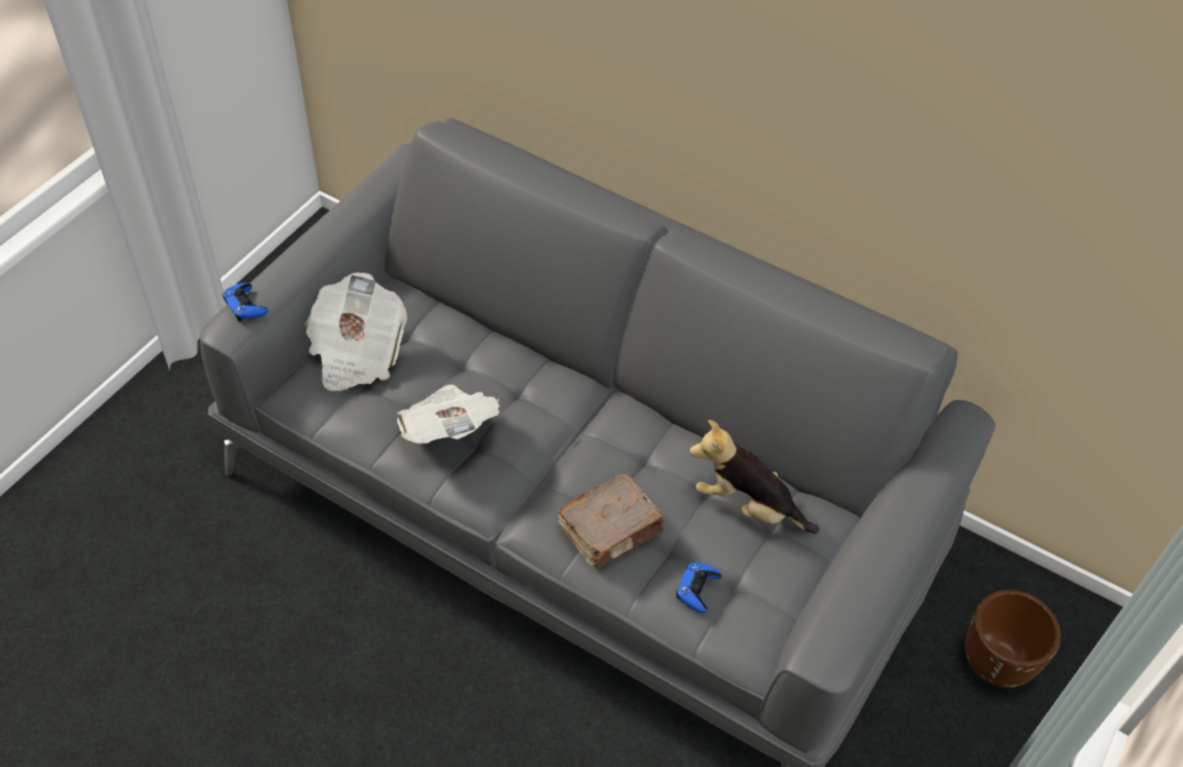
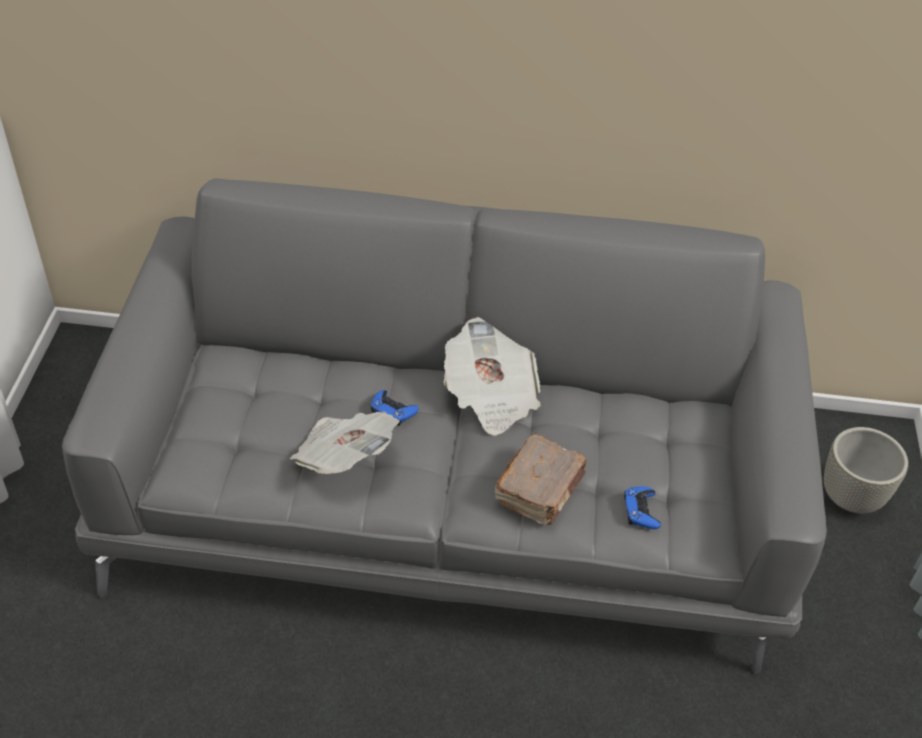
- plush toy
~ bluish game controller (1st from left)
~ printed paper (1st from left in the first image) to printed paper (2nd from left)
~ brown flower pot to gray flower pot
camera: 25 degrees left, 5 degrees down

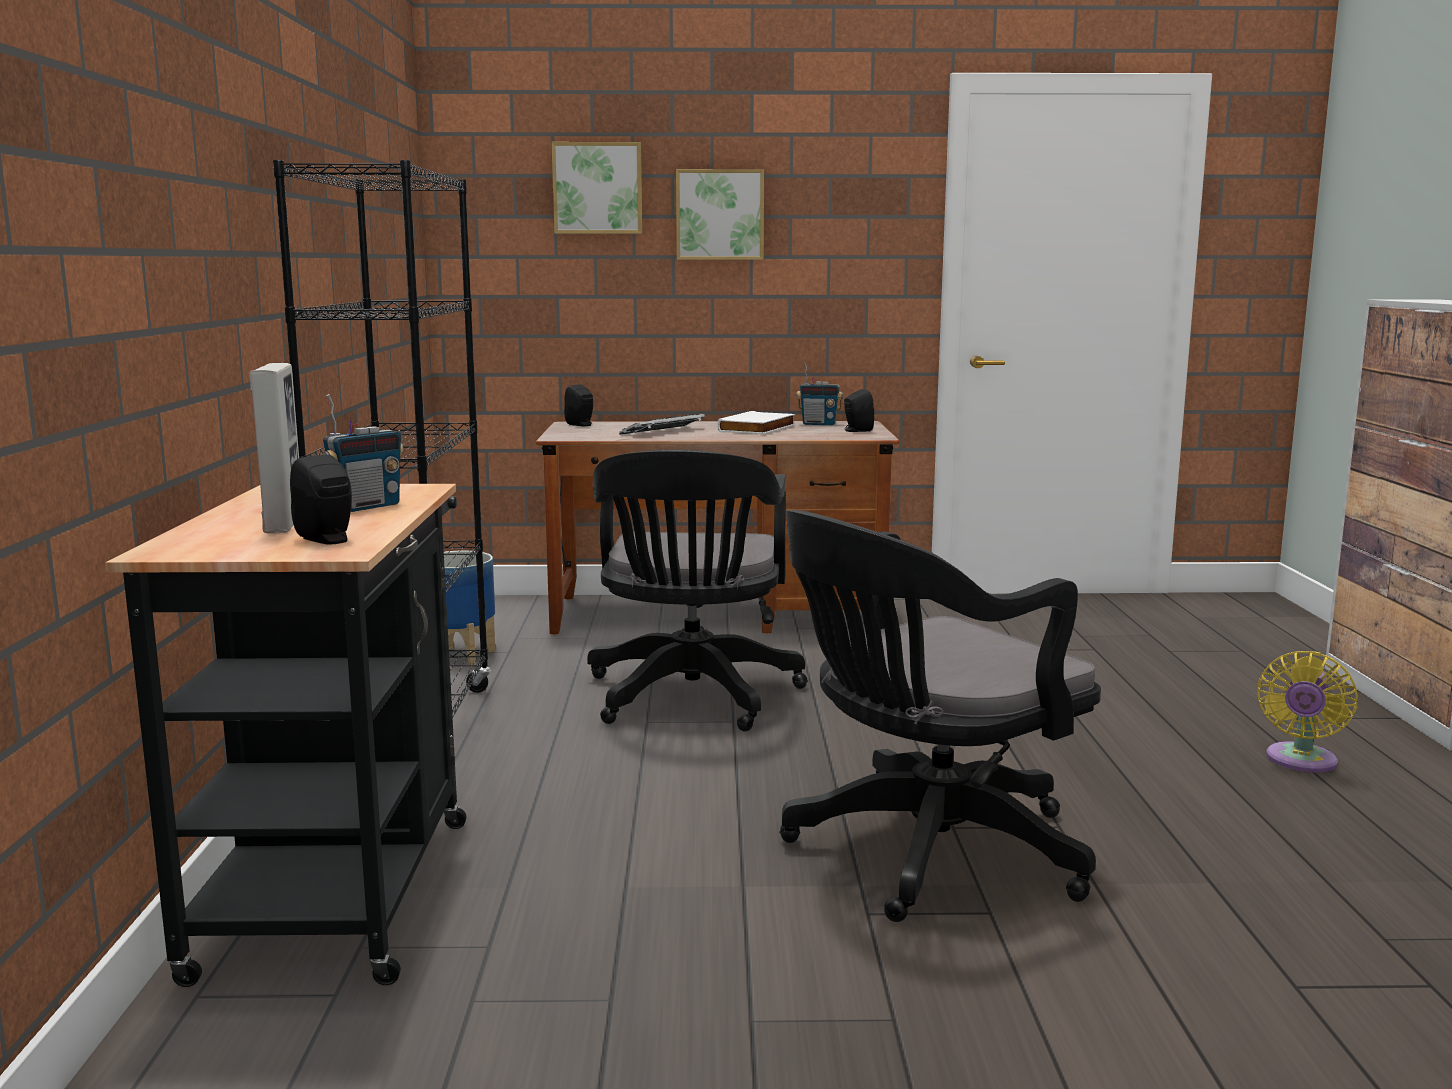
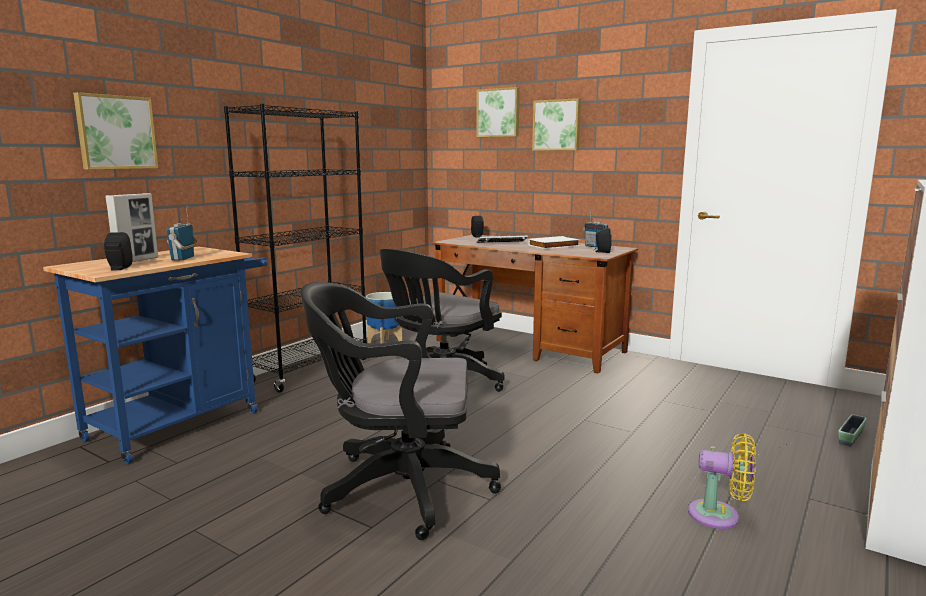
+ wall art (1st from left)
+ flower pot (2nd from left)
~ black-coloured trolley to bluish trolley
~ radio set (1st from left) 105 degrees clockwise
~ yellow cooling fan 135 degrees counterclockwise
camera: 35 degrees right, 0 degrees up

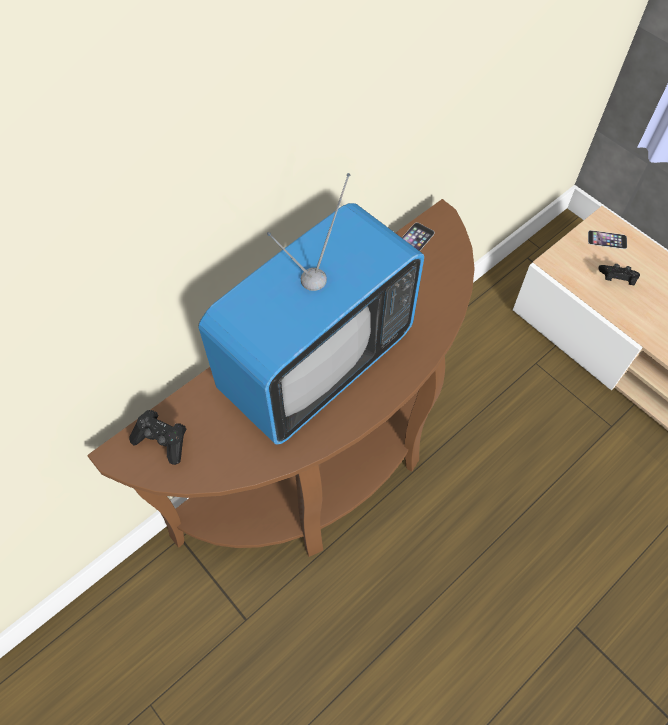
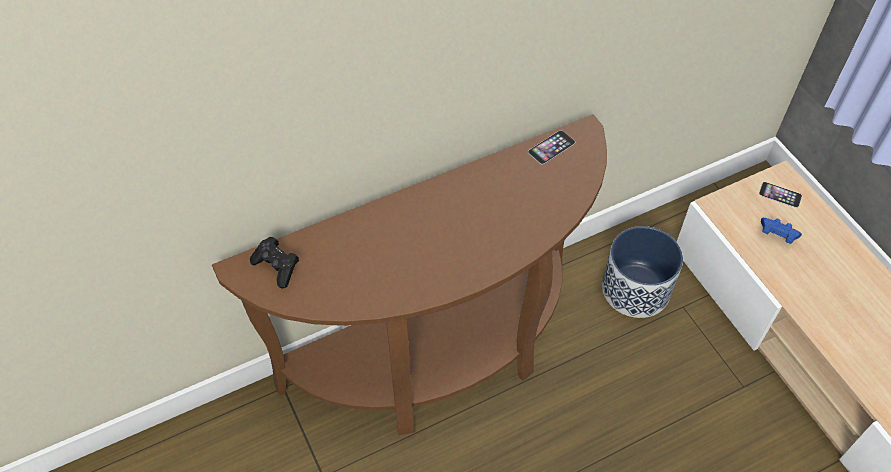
- TV
+ flower pot
~ black-coloured game controller (2nd from left) to bluish game controller
camera: 15 degrees right, 5 degrees down

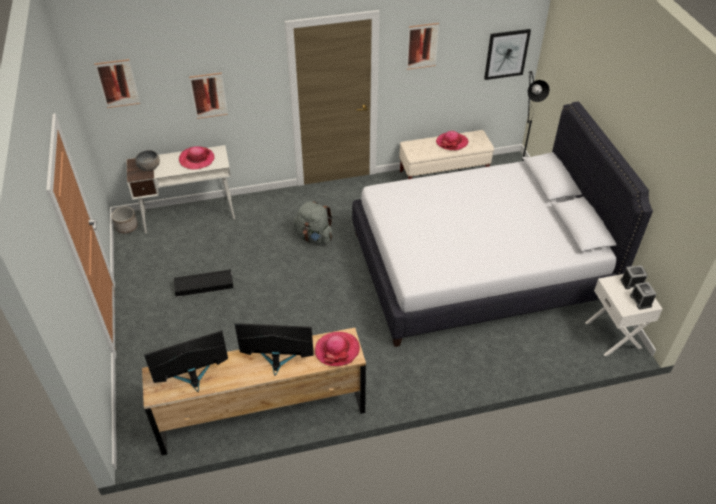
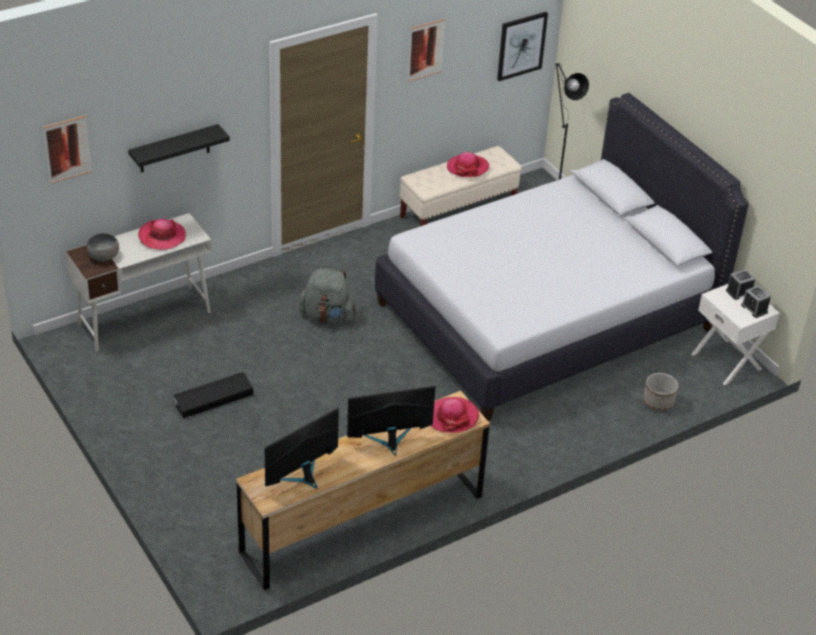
~ flower pot
~ wall art (2nd from left) to black-coloured bracket shelf
camera: 20 degrees left, 5 degrees down

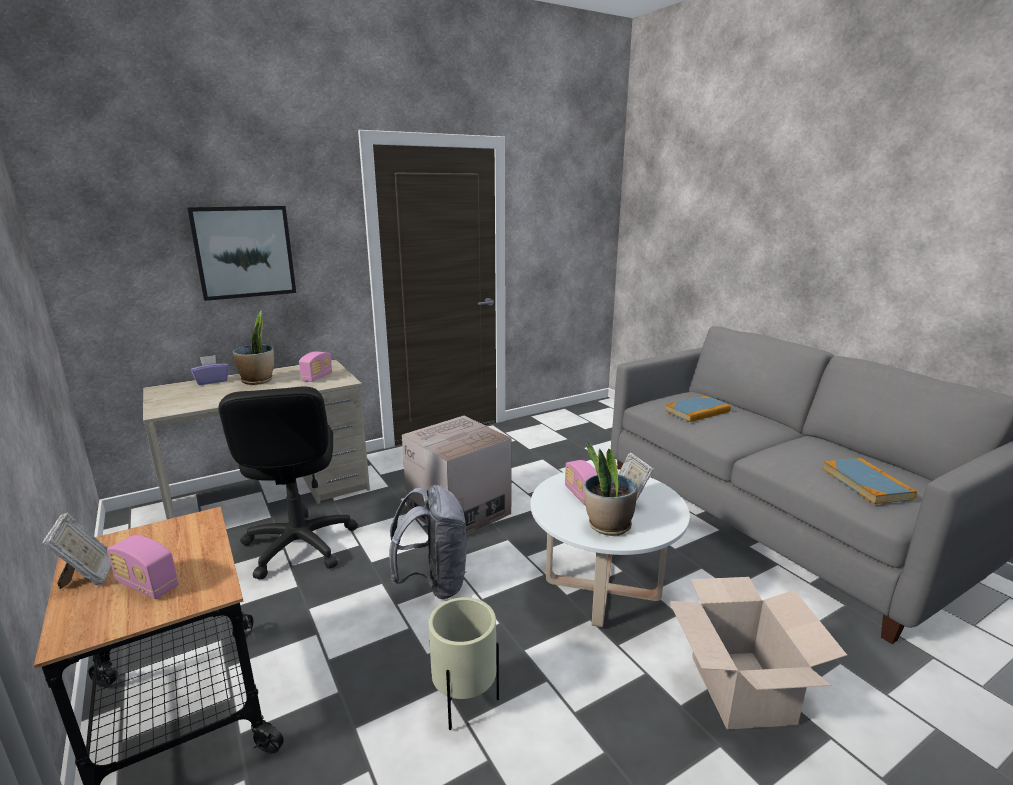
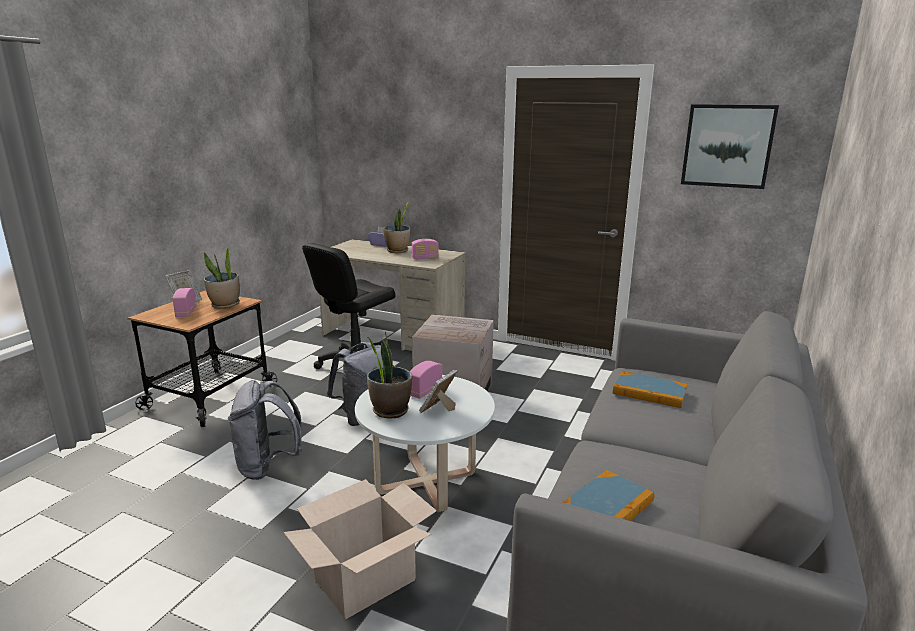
+ potted plant (1st from left)
~ wall art
~ beige-coloured flower pot to gray backpack (1st from left)
camera: 55 degrees right, 0 degrees up

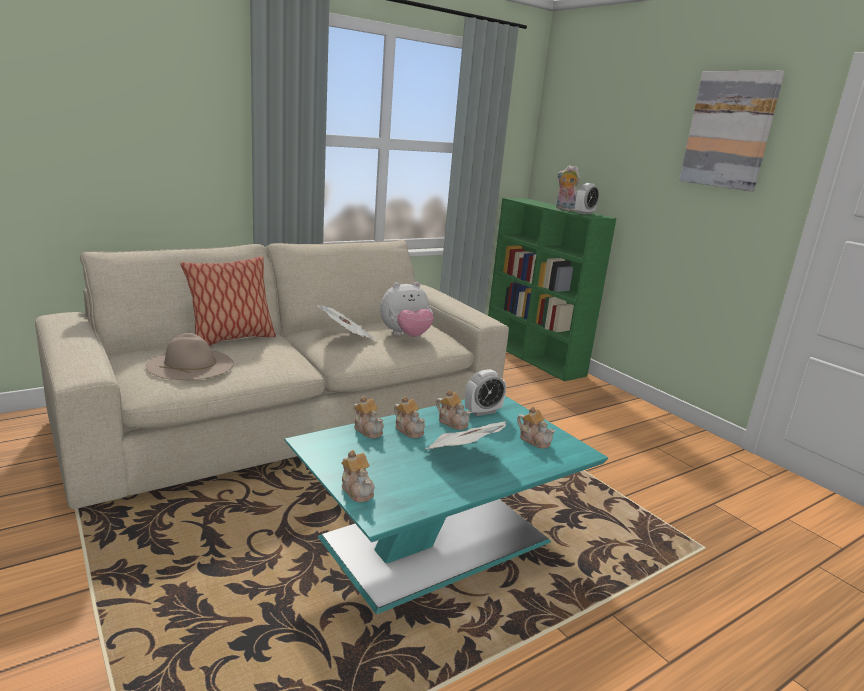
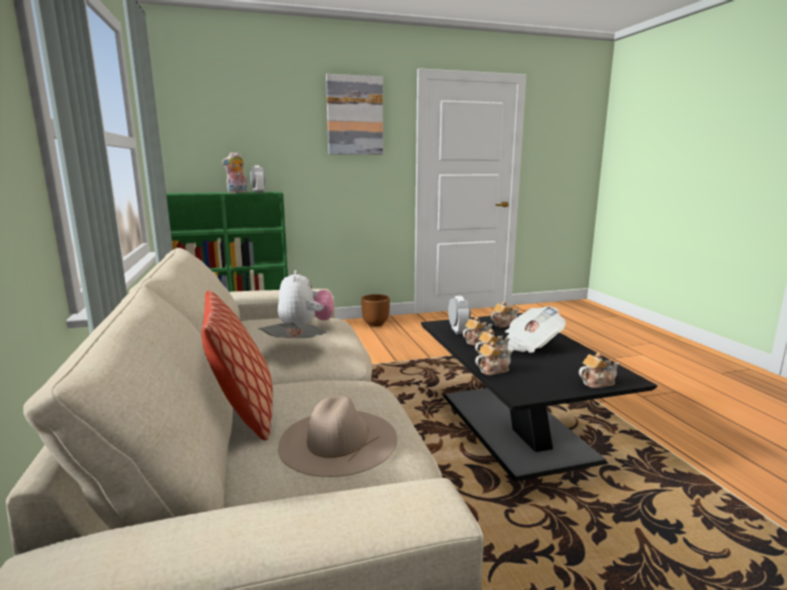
+ brown flower pot
~ turquoise-coloured coffee table to black-coloured coffee table
camera: 70 degrees left, 5 degrees down

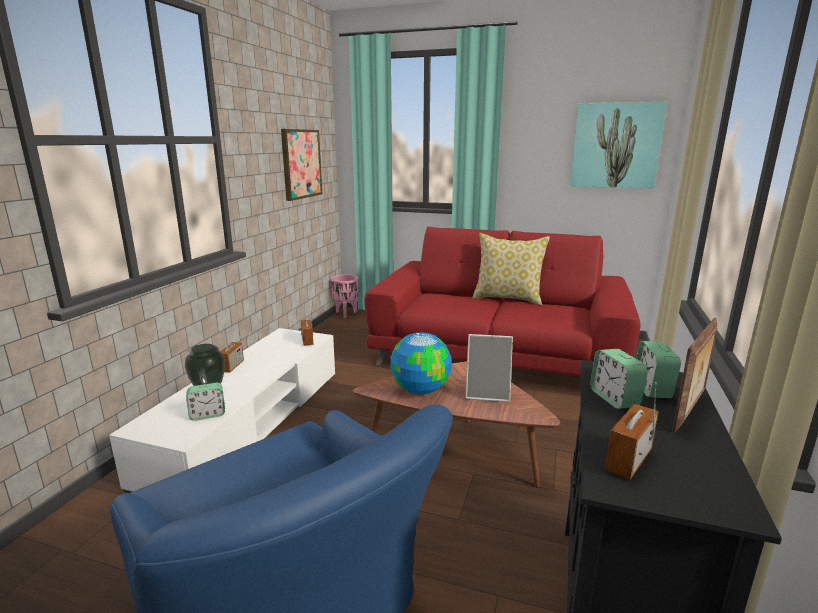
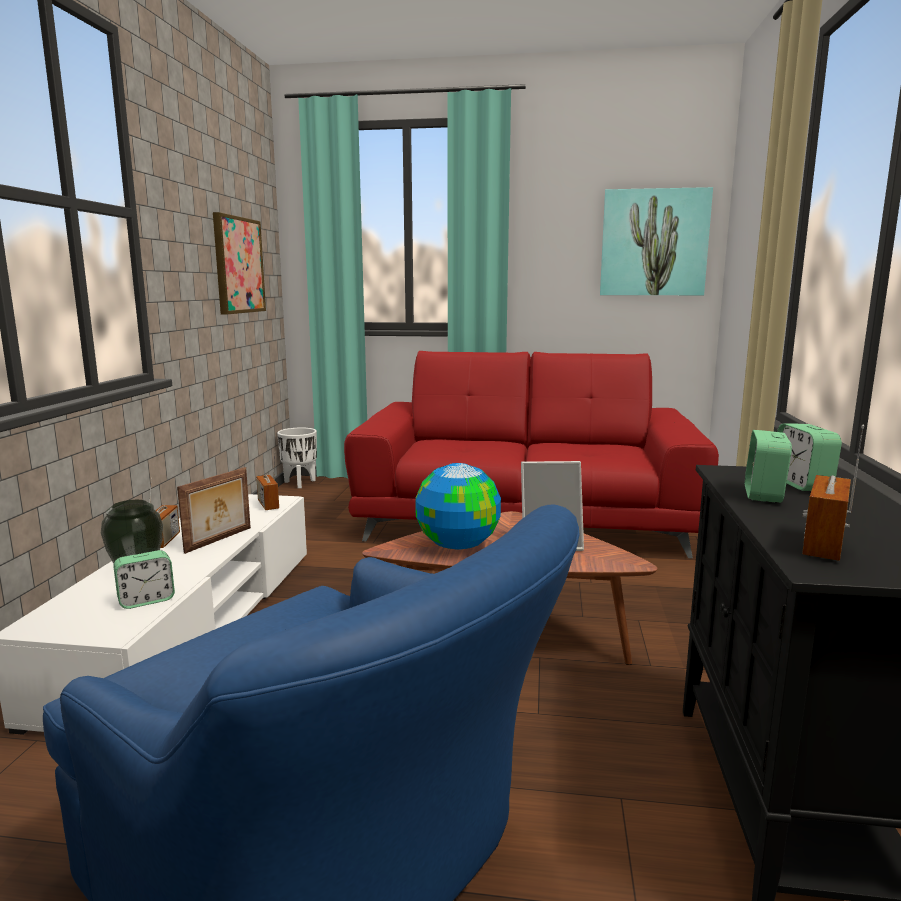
- cushion
~ picture frame (2nd from left in the first image) to picture frame (1st from left)
~ pink-coloured flower pot to white-coloured flower pot
~ alarm clock (2nd from left) 45 degrees clockwise
camera: 10 degrees left, 5 degrees down

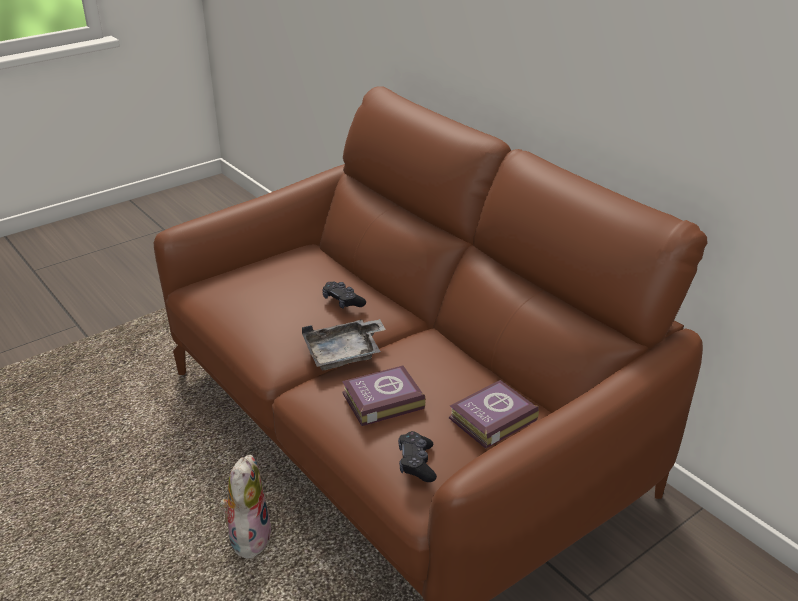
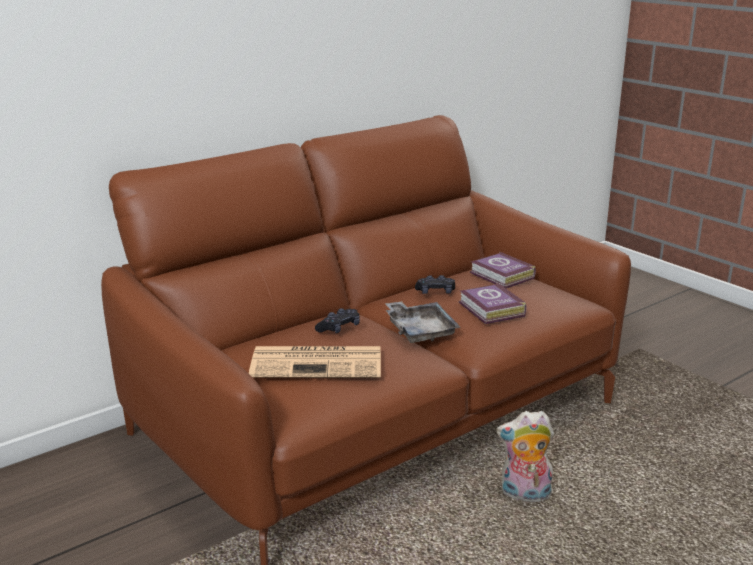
+ printed paper
~ black-coloured game controller (2nd from left)
camera: 90 degrees left, 10 degrees down

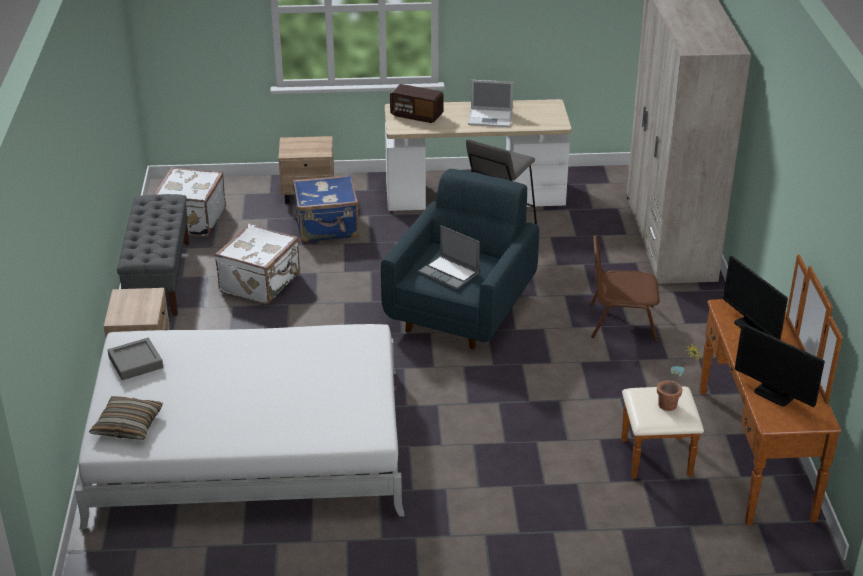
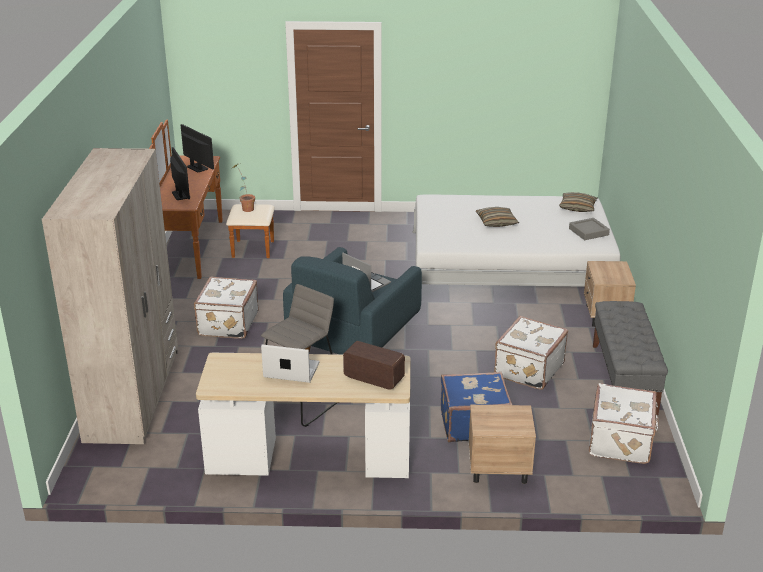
+ cushion (1st from left)
~ brown chair to white-coloured piece of luggage (1st from left)
camera: 175 degrees left, 5 degrees down

